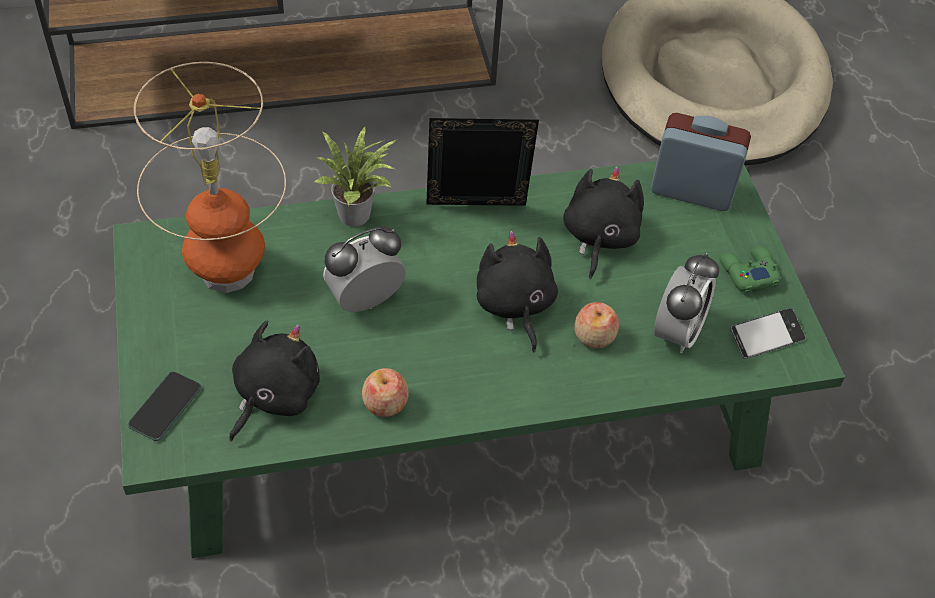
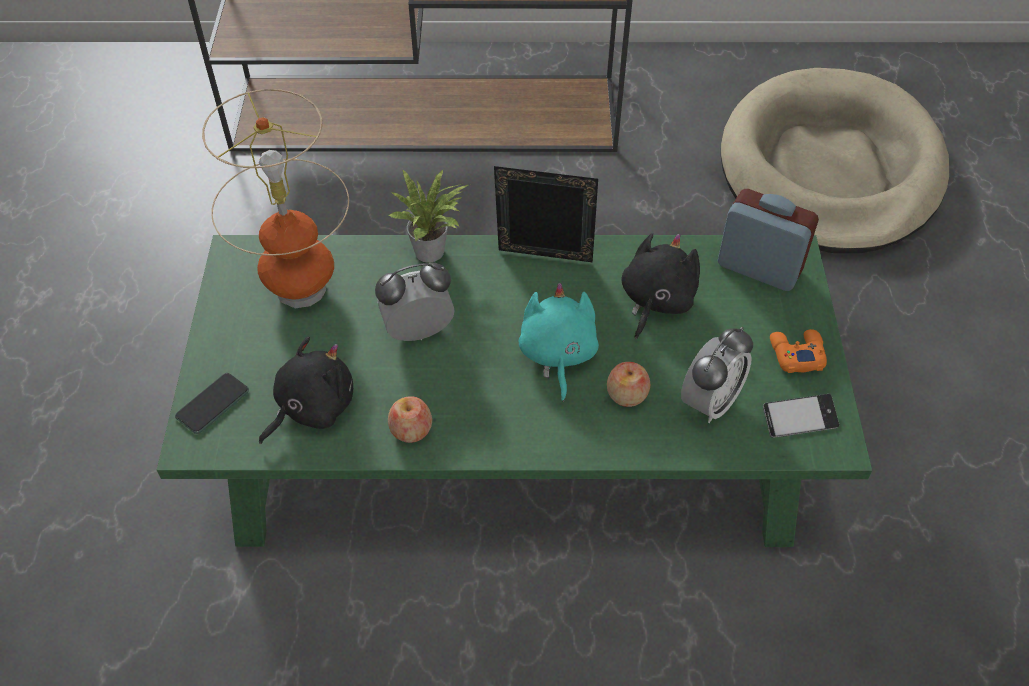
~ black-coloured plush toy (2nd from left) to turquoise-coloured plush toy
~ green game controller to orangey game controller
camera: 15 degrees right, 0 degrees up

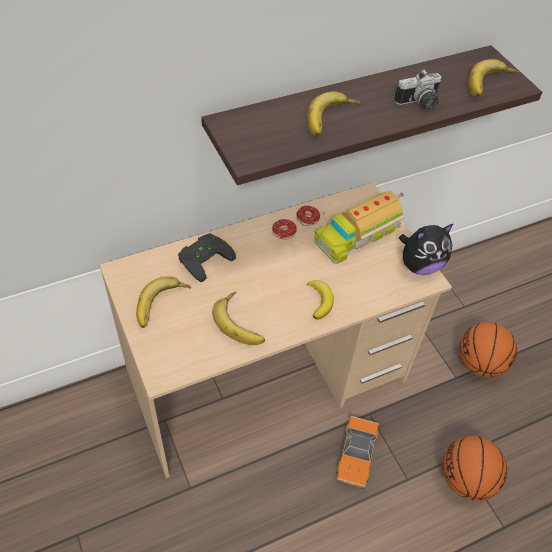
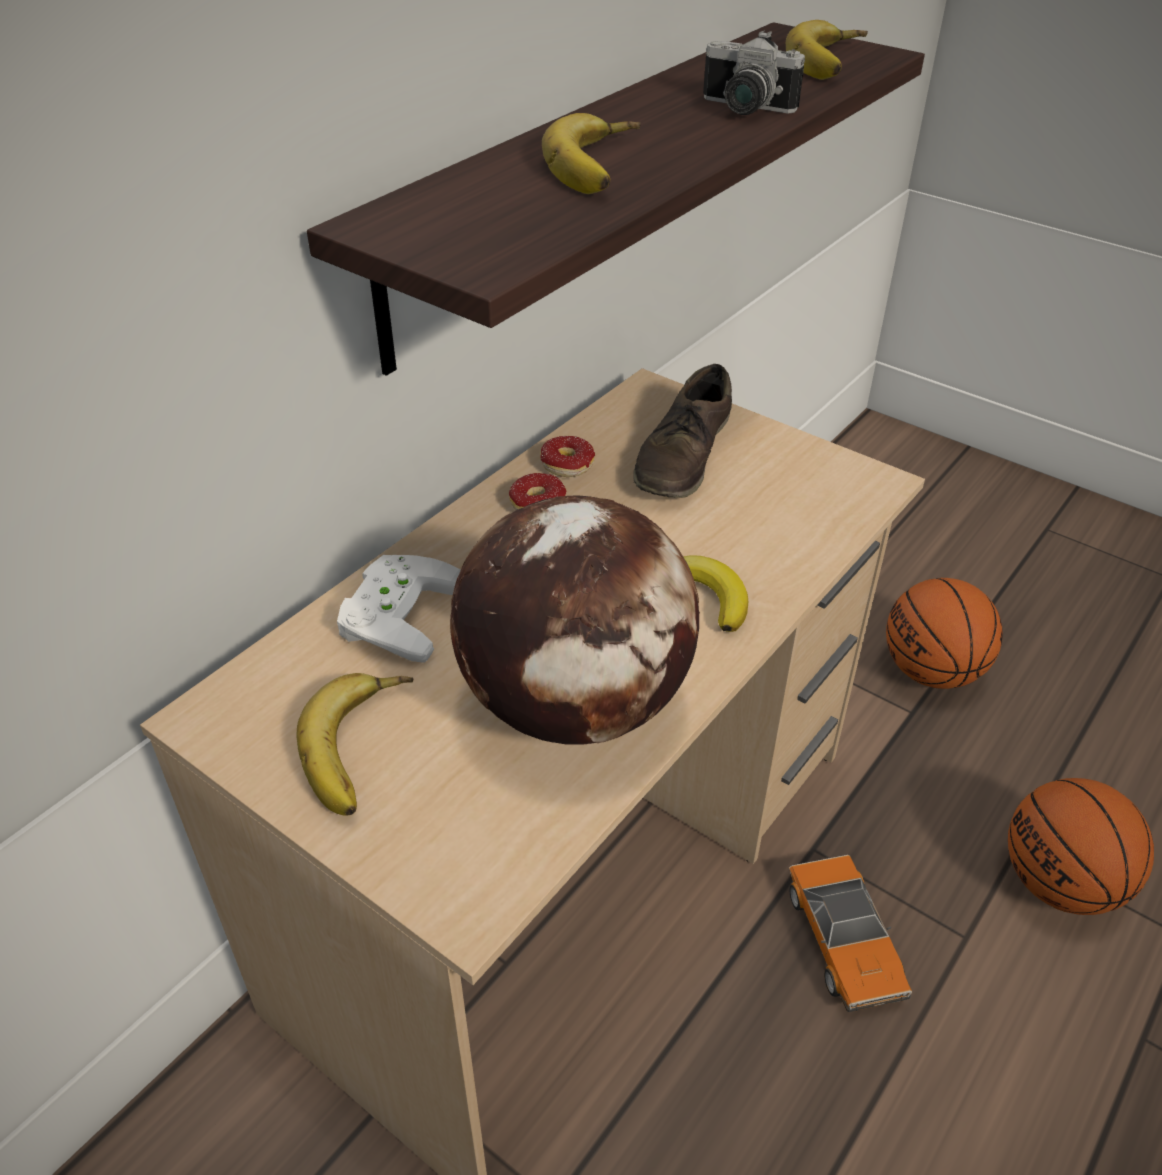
- plush toy
~ whole banana (2nd from left) to desk globe
~ toy truck to brown item of footwear
~ black-coloured game controller to white-coloured game controller
~ still camera 75 degrees clockwise
camera: 25 degrees left, 10 degrees down

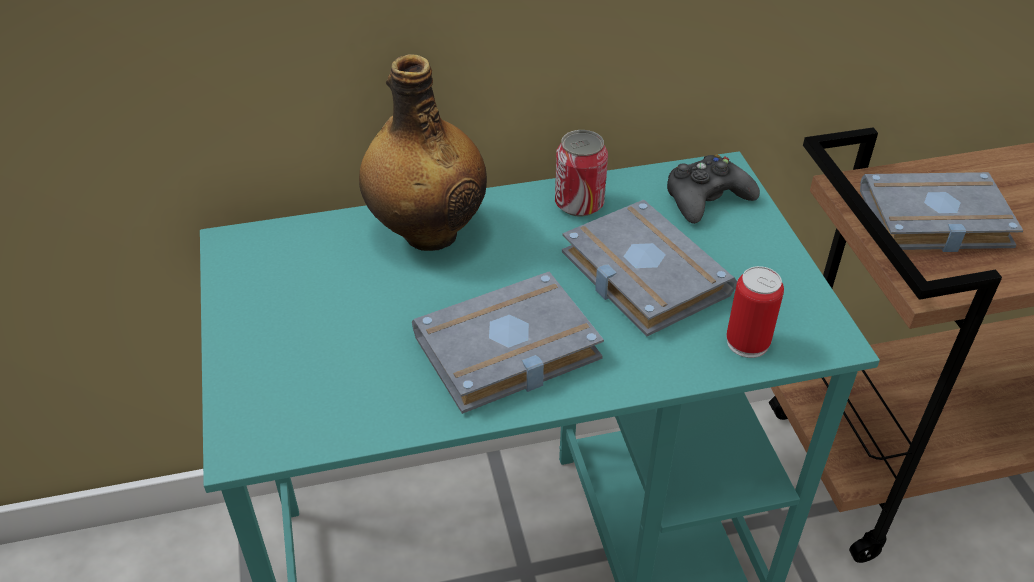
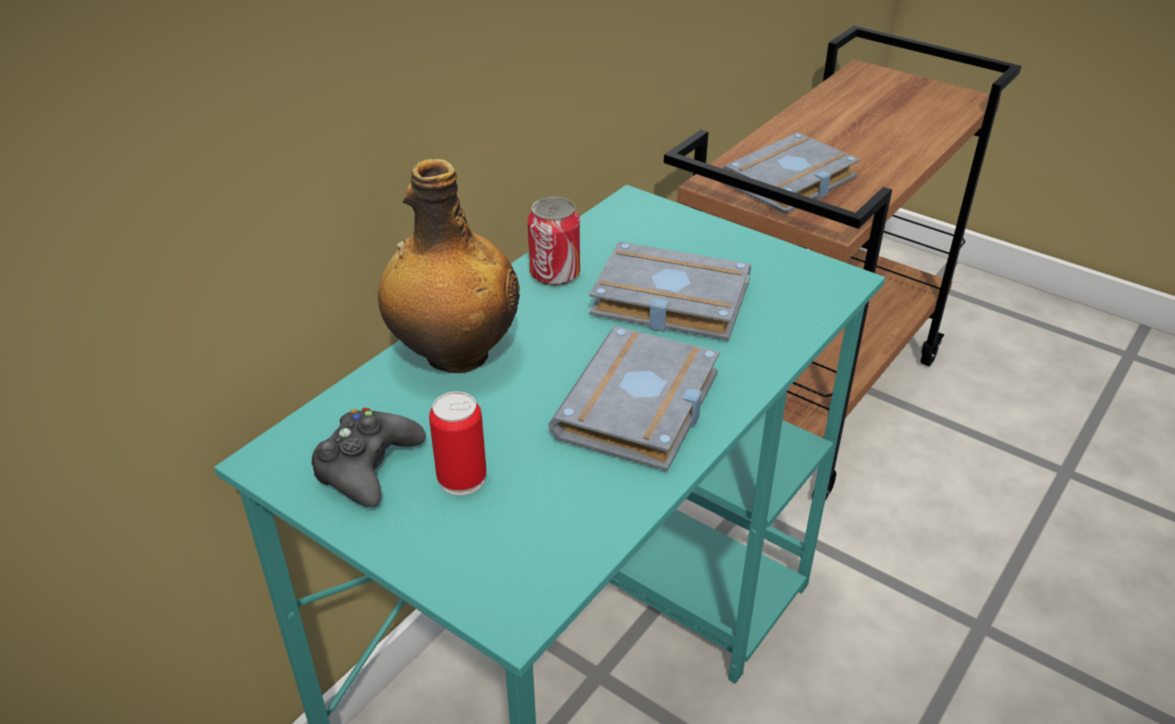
~ black-coloured game controller
~ sealed can (2nd from left in the first image) to sealed can (1st from left)
camera: 40 degrees left, 5 degrees down

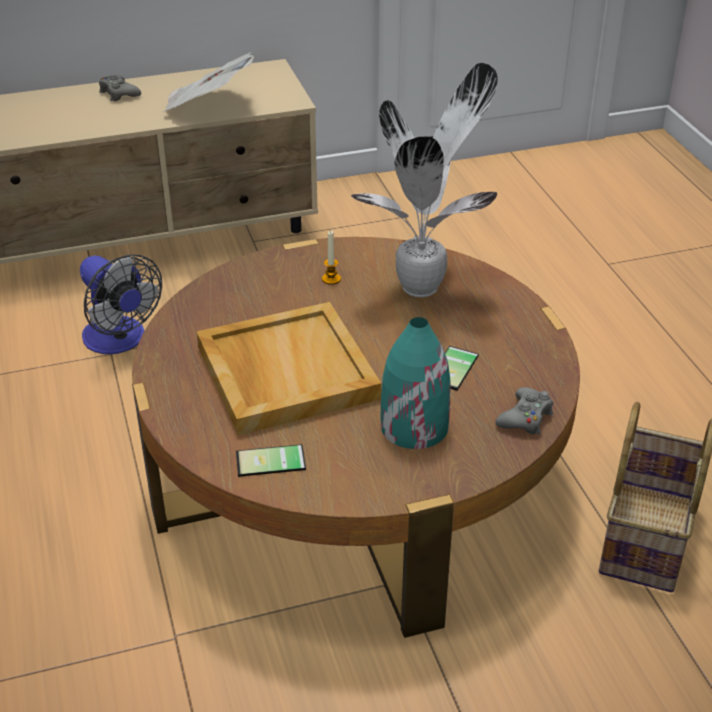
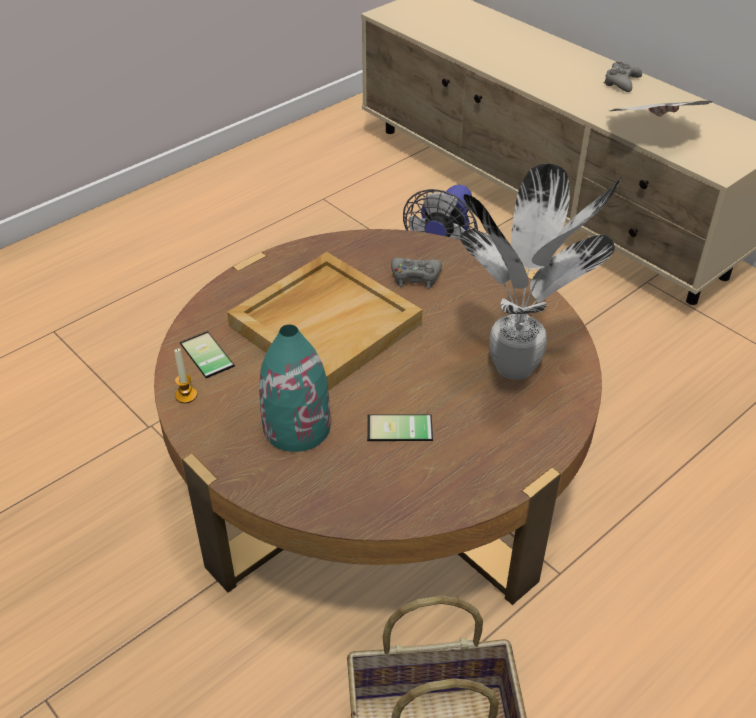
~ wax light
~ gray game controller (2nd from left in the first image) to gray game controller (1st from left)
camera: 65 degrees right, 5 degrees up

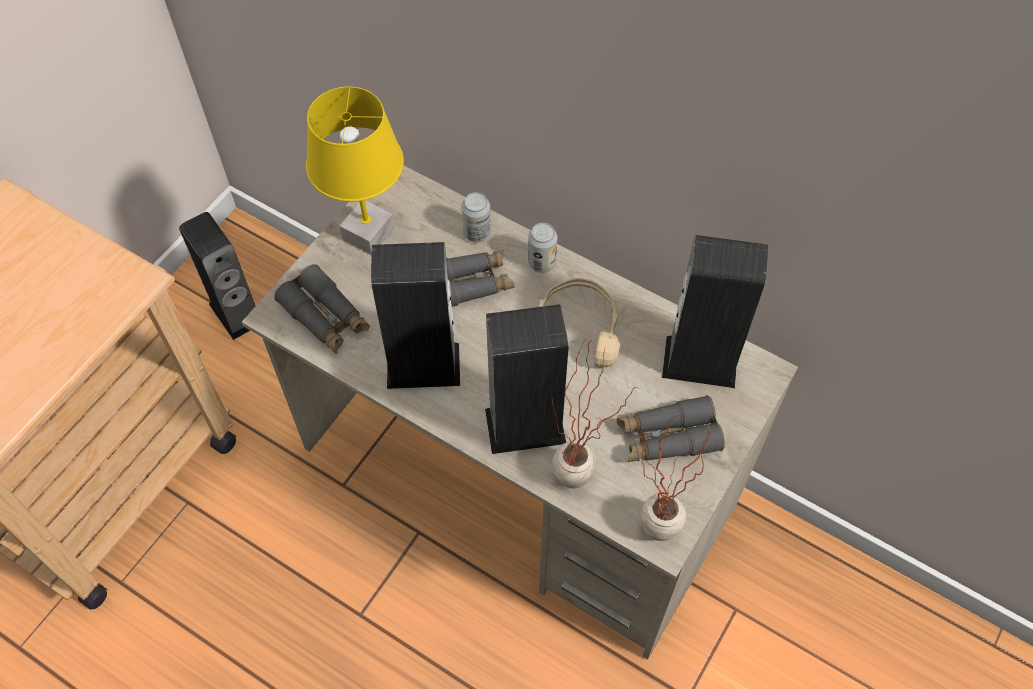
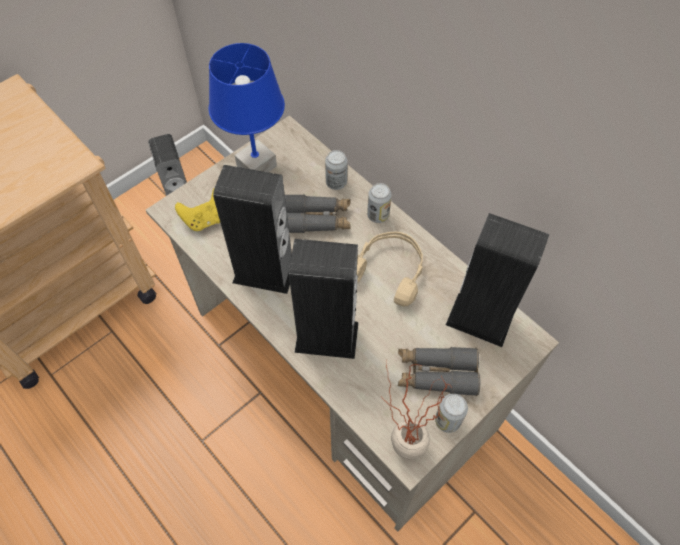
- potted plant (1st from left)
+ sealed can (3rd from left)
~ gray field glasses (1st from left) to yellow game controller
~ yellow lamp for a table to bluish lamp for a table
camera: 15 degrees right, 0 degrees up

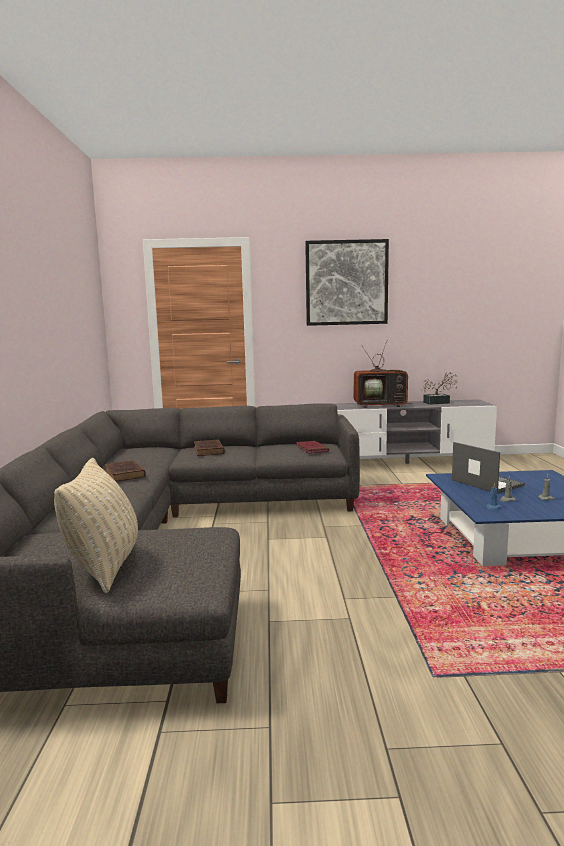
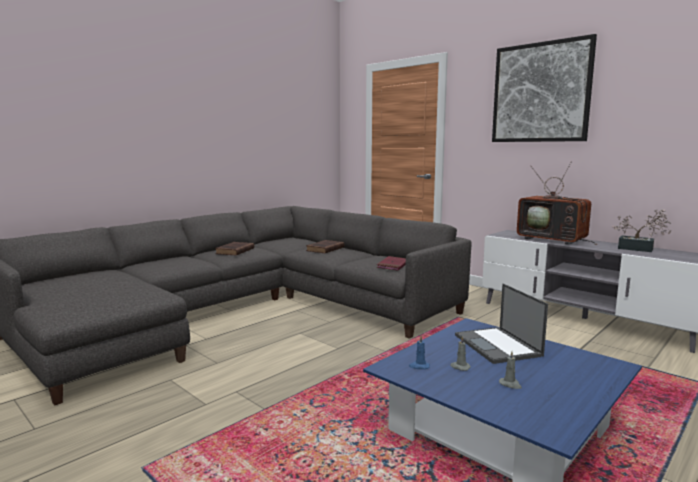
- beige-coloured cushion
~ notebook computer 150 degrees clockwise
camera: 45 degrees right, 0 degrees up

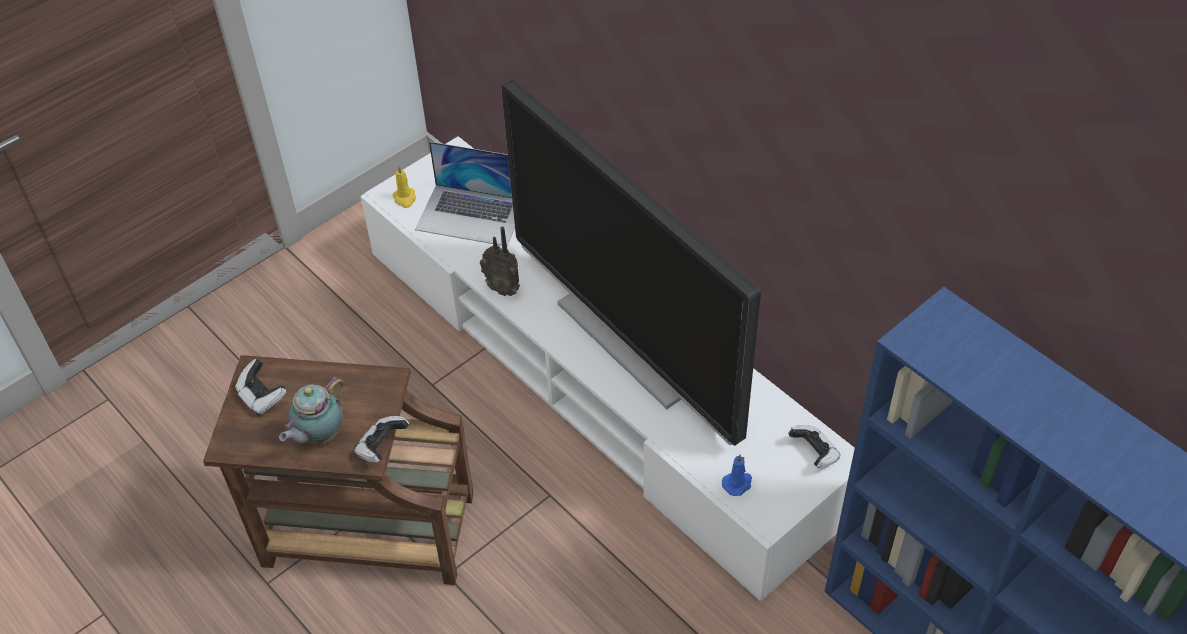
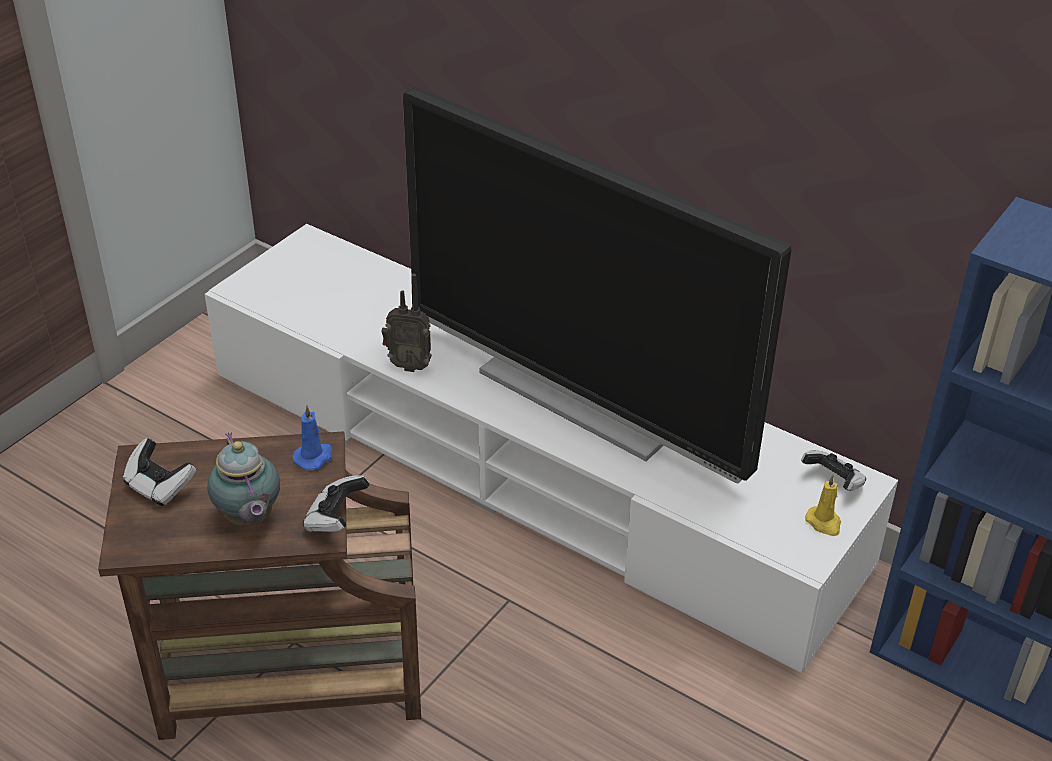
- notebook computer
~ yellow wax light
~ bluish wax light
~ teapot 45 degrees counterclockwise
camera: 15 degrees left, 10 degrees down

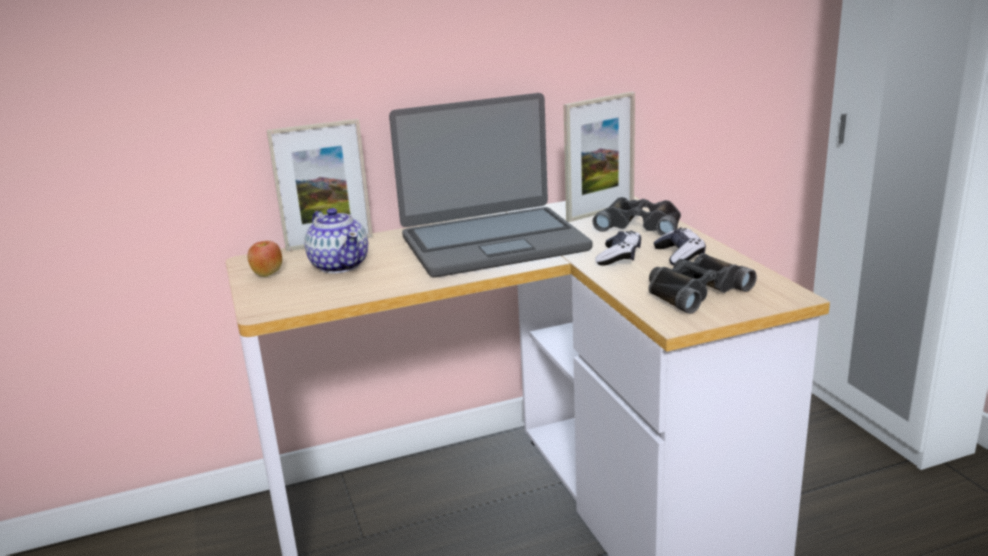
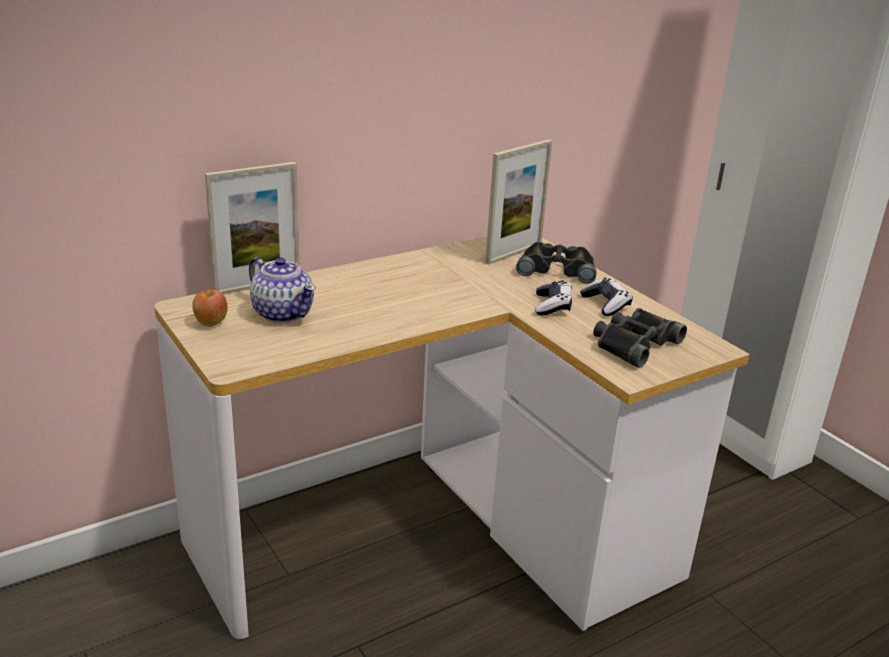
- notebook computer
camera: 15 degrees left, 5 degrees up

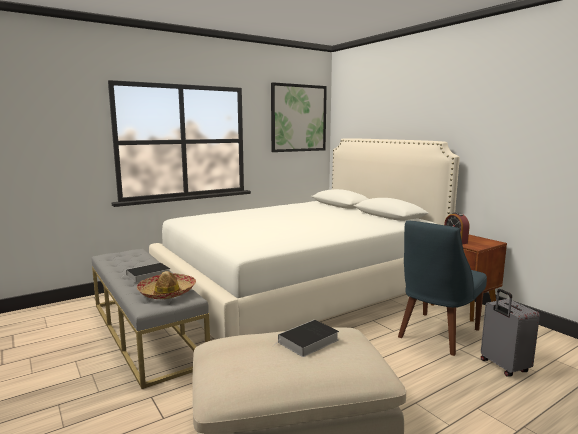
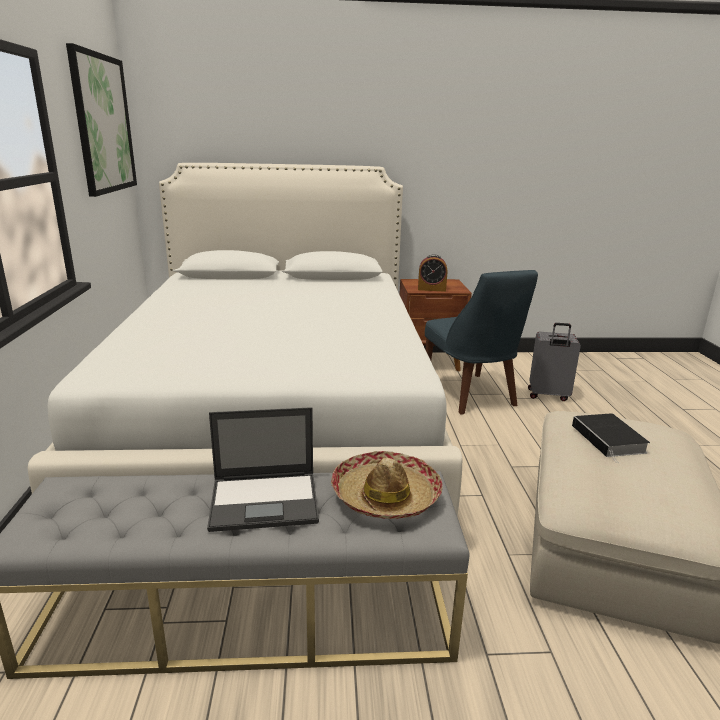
~ bound book (1st from left) to notebook computer
camera: 60 degrees left, 10 degrees up

